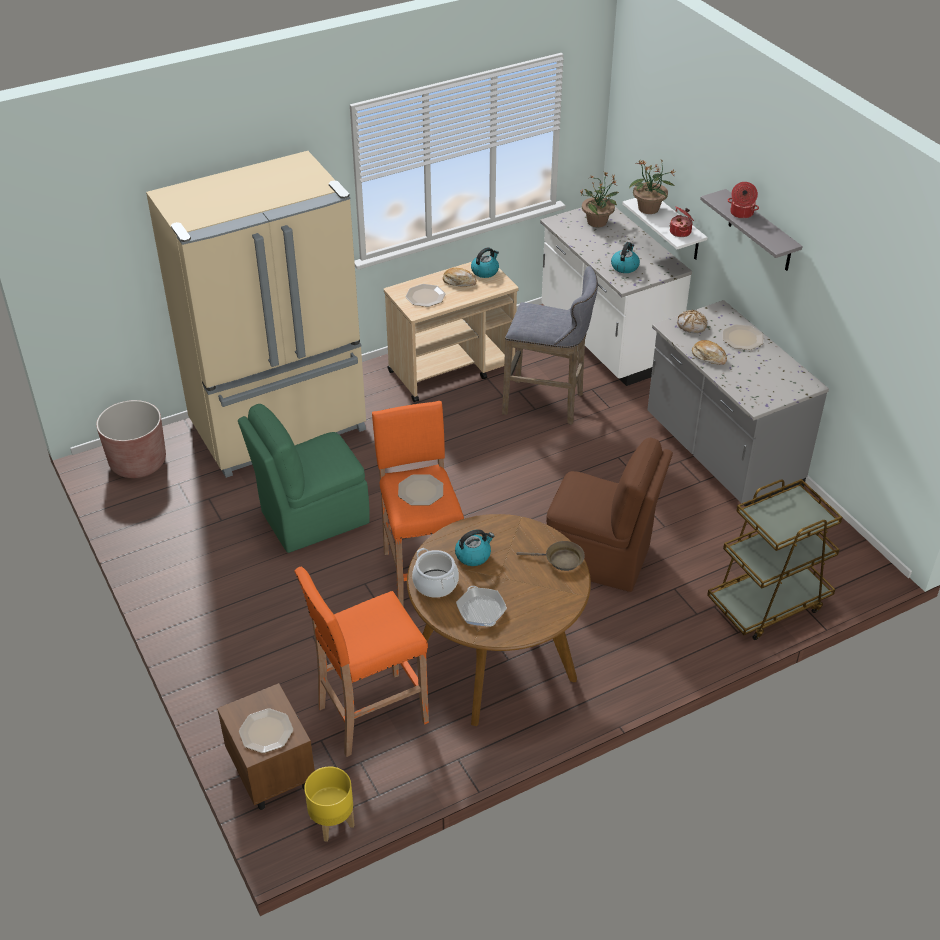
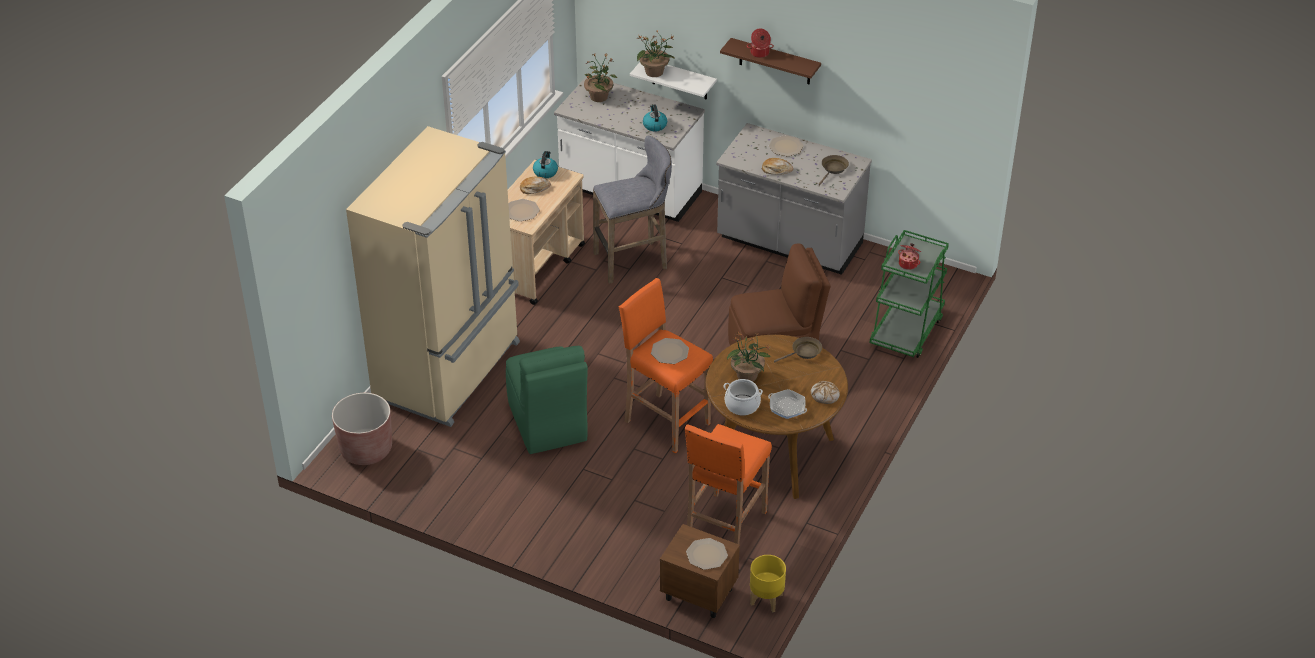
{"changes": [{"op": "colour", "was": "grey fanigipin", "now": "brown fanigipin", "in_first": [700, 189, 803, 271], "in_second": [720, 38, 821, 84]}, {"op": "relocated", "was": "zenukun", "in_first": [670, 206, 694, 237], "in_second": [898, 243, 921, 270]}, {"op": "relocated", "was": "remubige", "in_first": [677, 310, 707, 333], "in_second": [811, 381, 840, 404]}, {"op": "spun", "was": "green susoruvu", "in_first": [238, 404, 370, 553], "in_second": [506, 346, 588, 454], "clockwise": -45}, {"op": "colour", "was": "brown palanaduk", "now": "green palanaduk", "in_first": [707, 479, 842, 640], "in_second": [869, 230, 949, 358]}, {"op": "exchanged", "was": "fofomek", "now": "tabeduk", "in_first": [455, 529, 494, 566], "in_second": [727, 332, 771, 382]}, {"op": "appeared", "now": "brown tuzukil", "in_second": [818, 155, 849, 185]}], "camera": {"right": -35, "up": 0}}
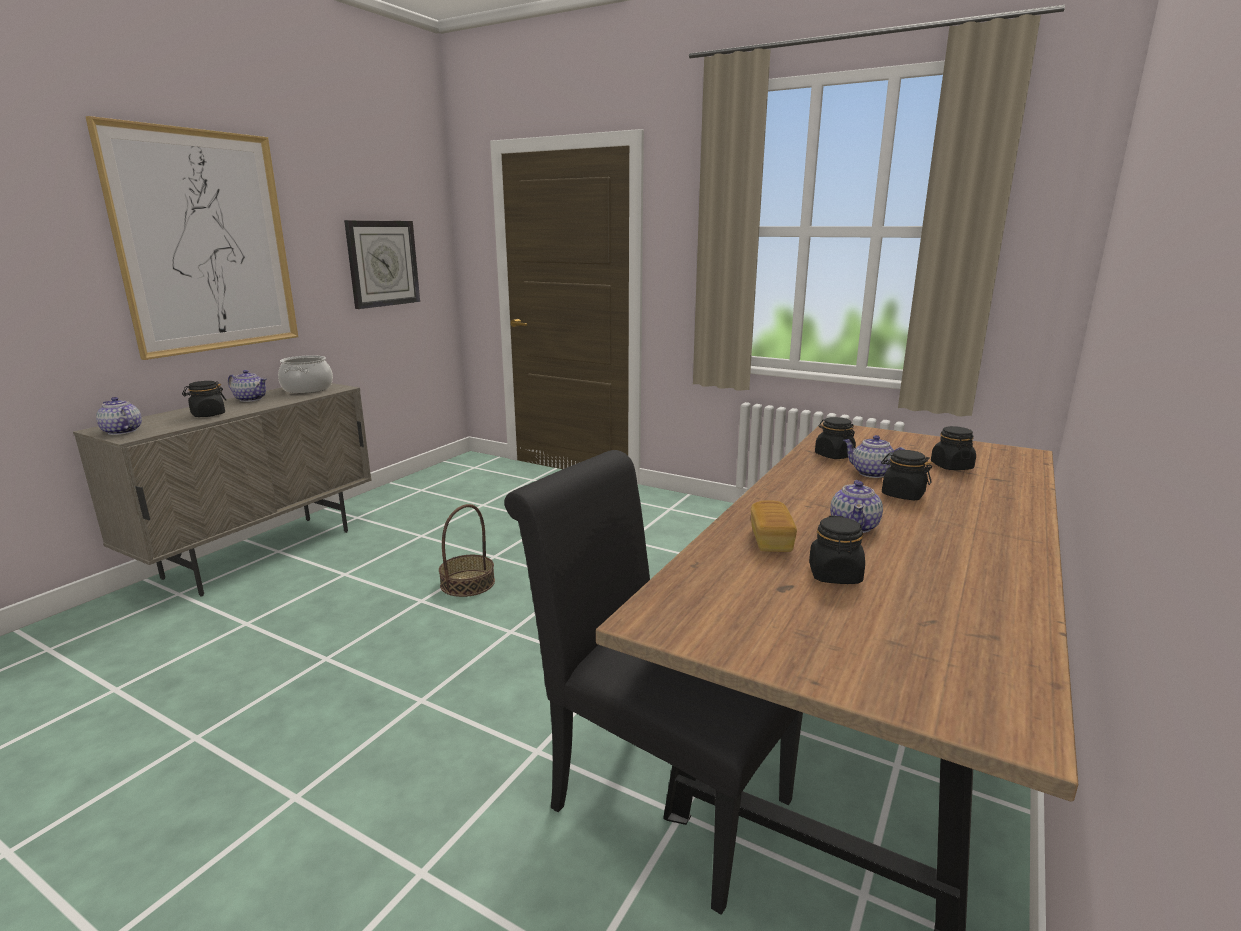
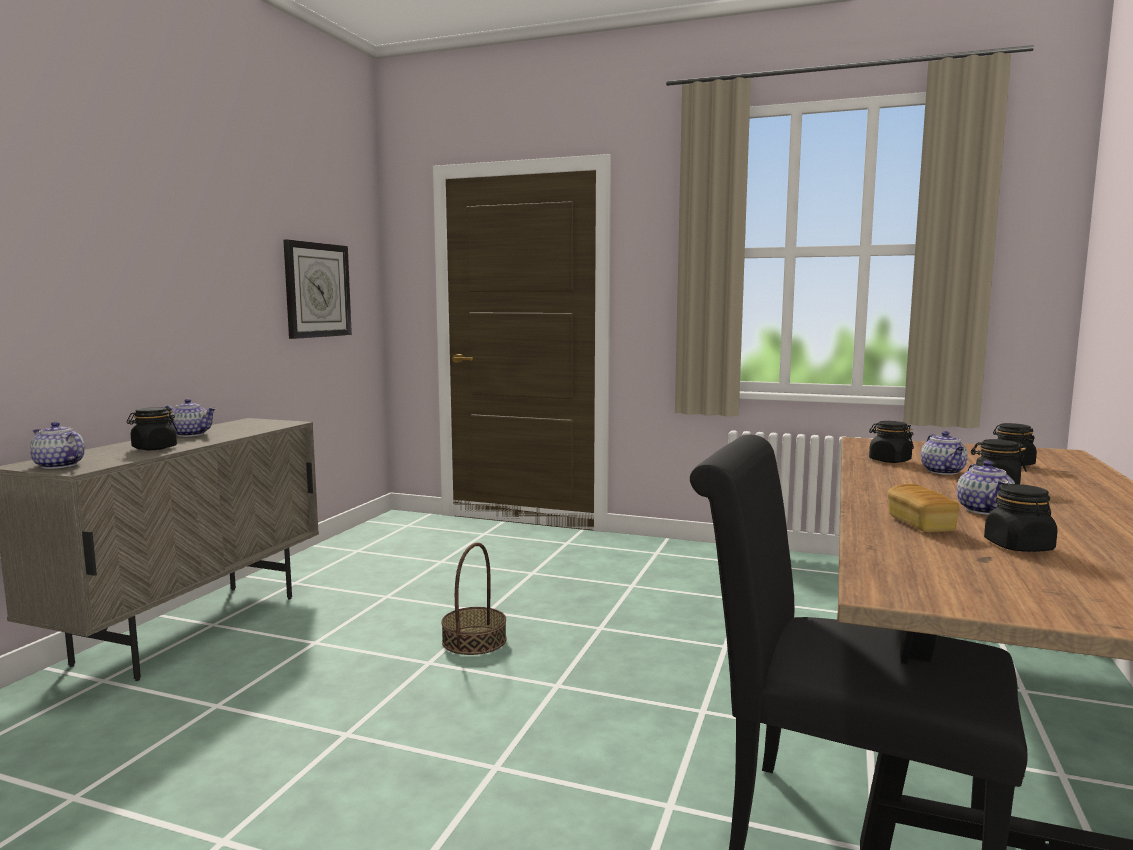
{"changes": [{"op": "missing", "was": "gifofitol", "in_first": [85, 116, 298, 360]}, {"op": "missing", "was": "zenukun", "in_first": [278, 355, 333, 393]}, {"op": "spun", "was": "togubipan", "in_first": [843, 435, 905, 478], "in_second": [921, 431, 968, 475], "clockwise": -120}], "camera": {"right": -10, "up": -10}}
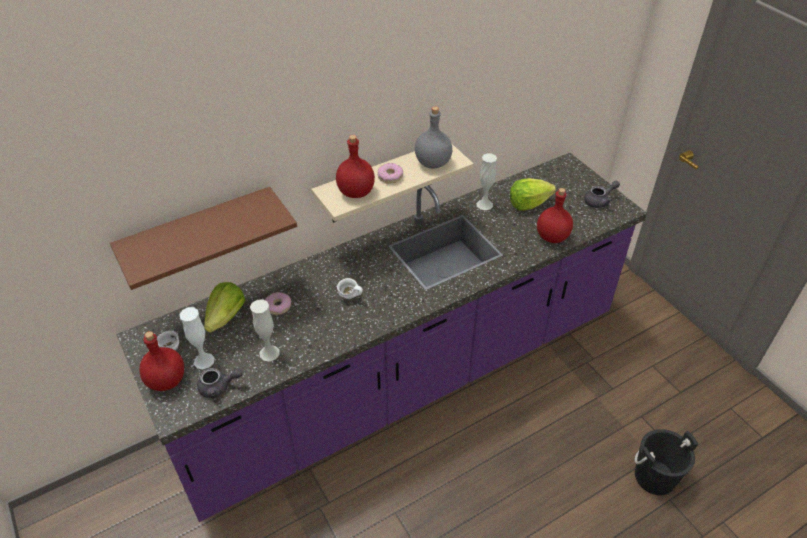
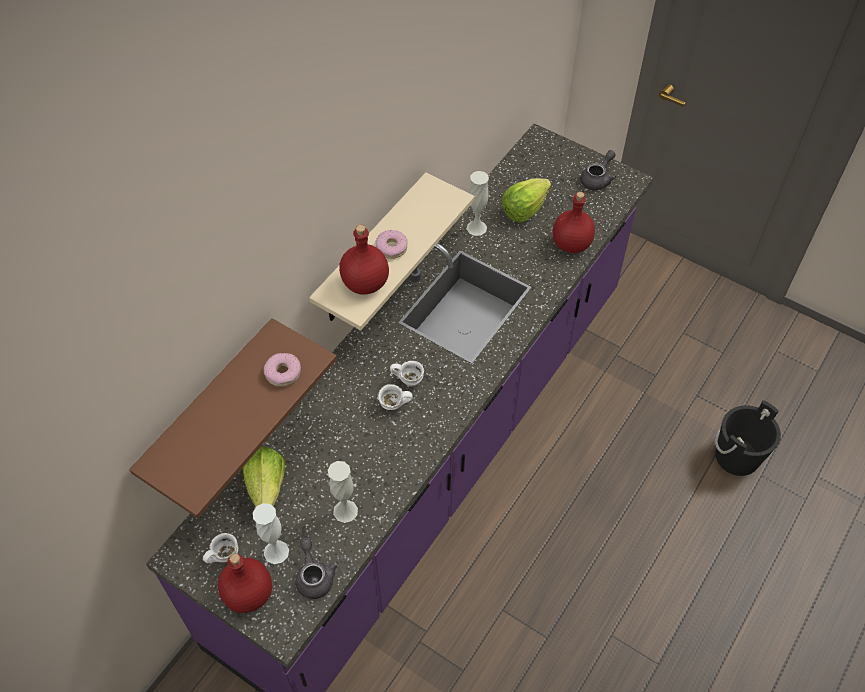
{"changes": [{"op": "missing", "was": "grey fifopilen", "in_first": [415, 106, 452, 169]}, {"op": "relocated", "was": "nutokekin", "in_first": [265, 292, 291, 315], "in_second": [264, 353, 301, 387]}, {"op": "spun", "was": "grey togubipan", "in_first": [197, 368, 243, 398], "in_second": [295, 537, 339, 599], "clockwise": -75}, {"op": "appeared", "now": "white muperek", "in_second": [390, 361, 424, 386]}], "camera": {"right": -25, "up": 10}}
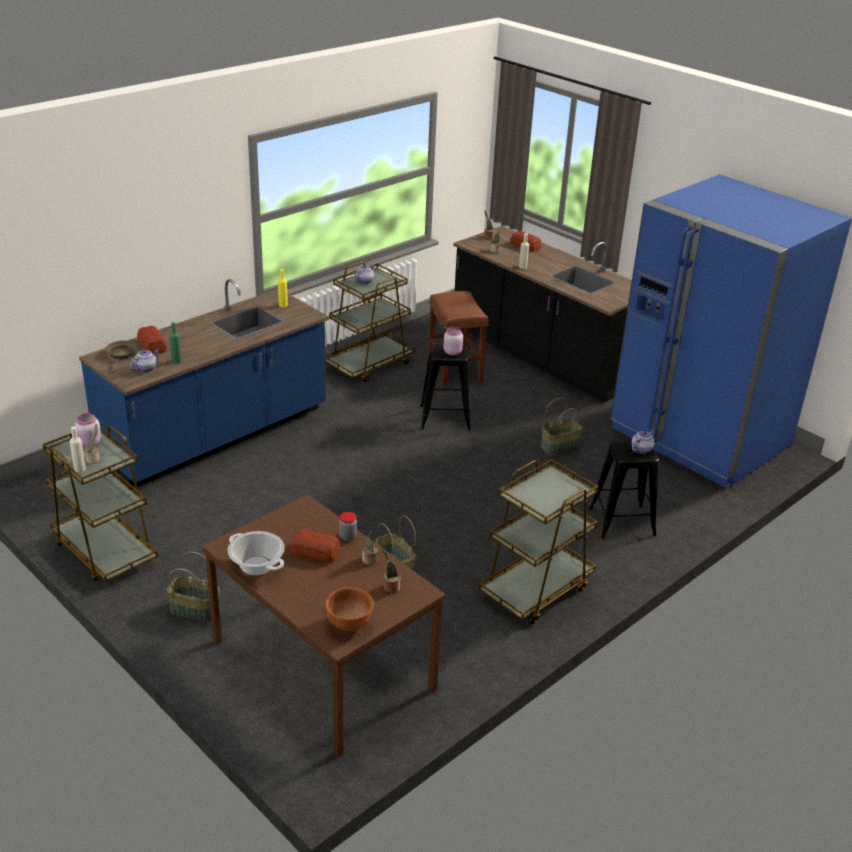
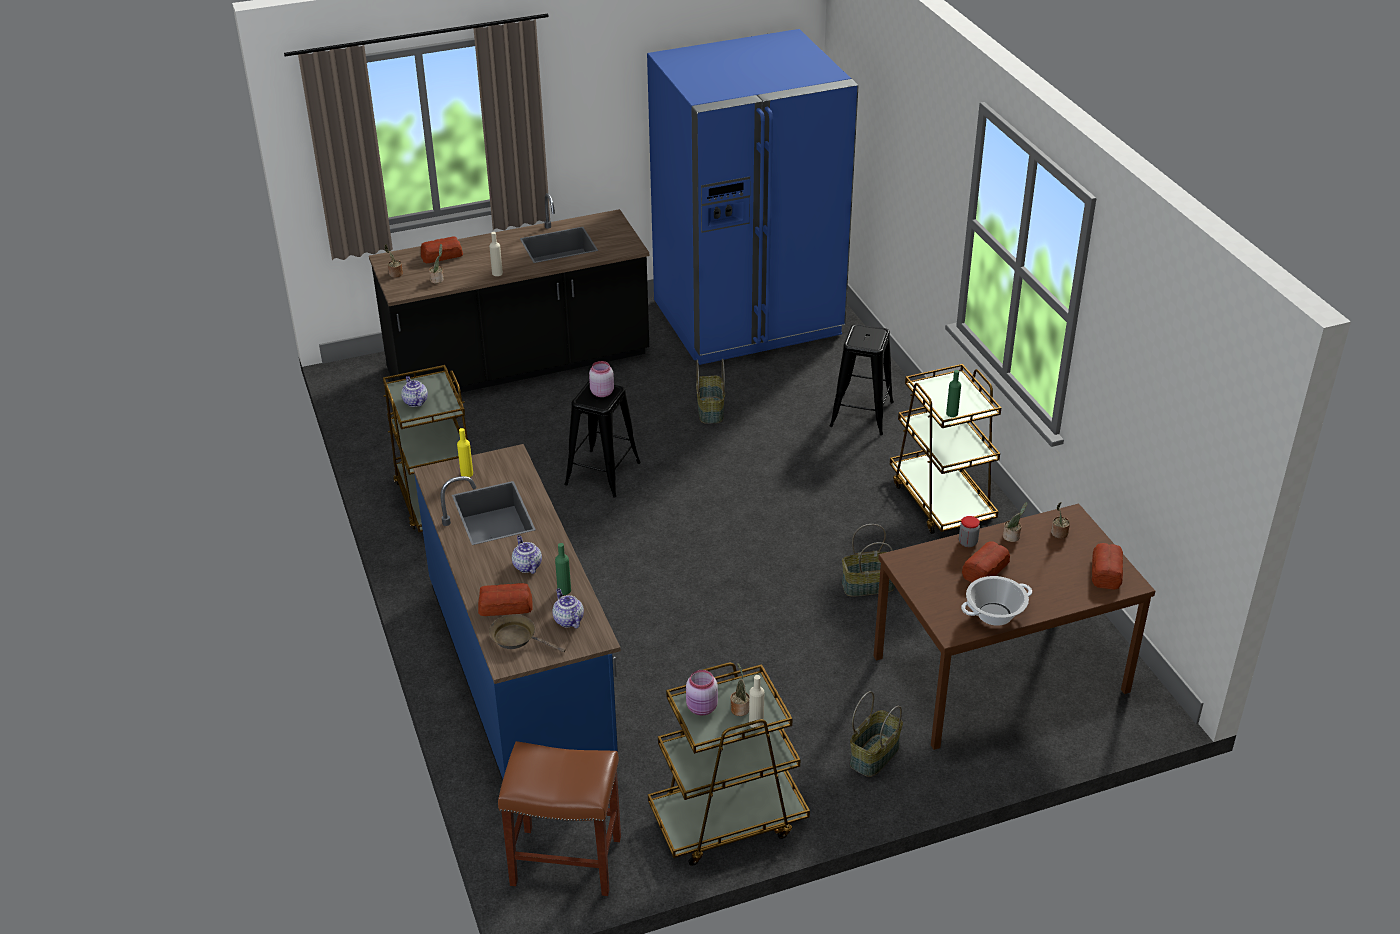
{"changes": [{"op": "relocated", "was": "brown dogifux", "in_first": [427, 291, 488, 386], "in_second": [498, 741, 621, 896]}, {"op": "relocated", "was": "togubipan", "in_first": [632, 429, 655, 454], "in_second": [512, 535, 542, 574]}, {"op": "exchanged", "was": "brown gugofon", "now": "remubige", "in_first": [325, 587, 374, 631], "in_second": [1092, 543, 1123, 590]}, {"op": "appeared", "now": "green fifopilen", "in_second": [946, 370, 961, 417]}], "camera": {"right": -65, "up": 5}}
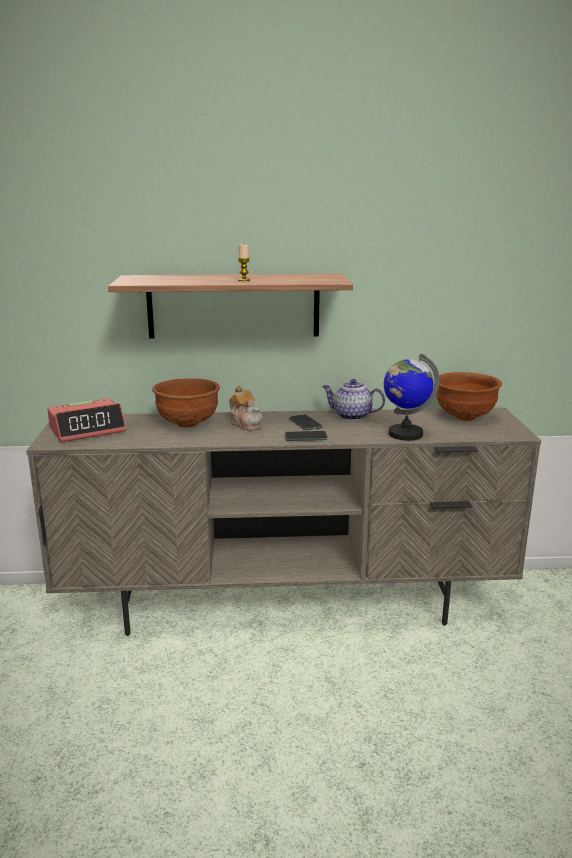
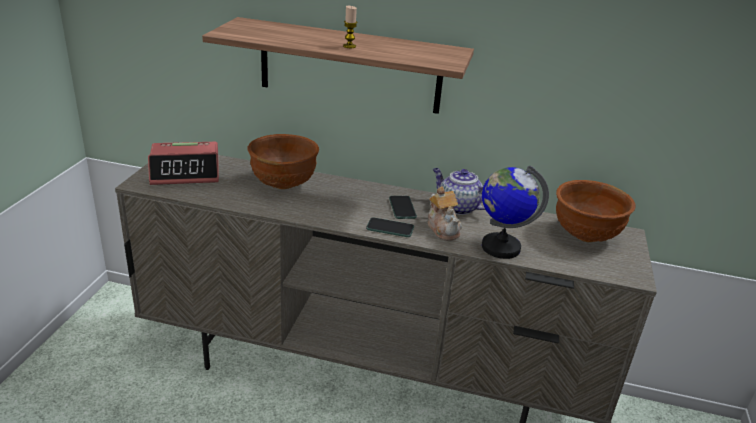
{"changes": [{"op": "relocated", "was": "togubipan", "in_first": [229, 386, 262, 431], "in_second": [428, 186, 462, 241]}], "camera": {"right": 15, "up": 10}}
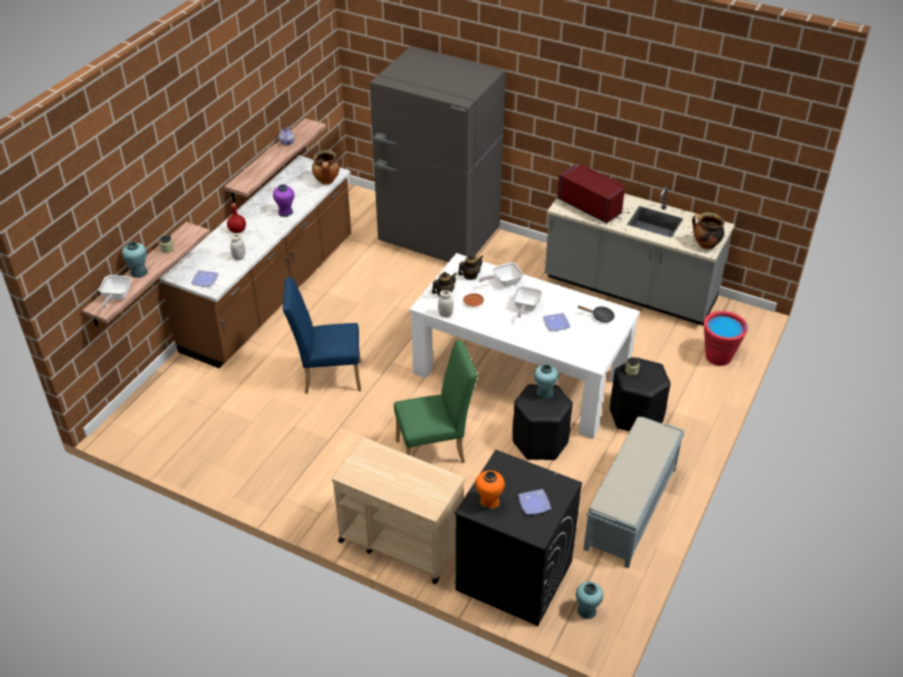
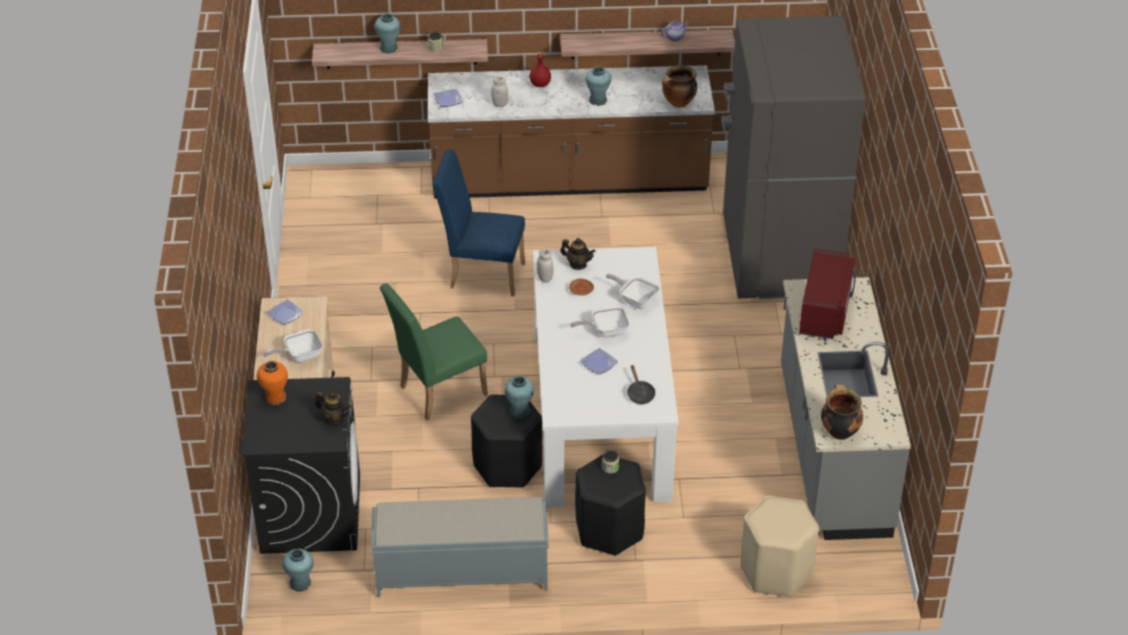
{"changes": [{"op": "colour", "was": "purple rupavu", "now": "turquoise rupavu", "in_first": [273, 184, 294, 217], "in_second": [586, 66, 611, 106]}, {"op": "relocated", "was": "togubipan", "in_first": [458, 254, 484, 280], "in_second": [315, 392, 351, 426]}, {"op": "relocated", "was": "tuzukil", "in_first": [99, 275, 132, 308], "in_second": [263, 329, 323, 362]}, {"op": "spun", "was": "blue susoruvu", "in_first": [283, 277, 361, 394], "in_second": [432, 149, 525, 296], "clockwise": -45}, {"op": "exchanged", "was": "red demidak", "now": "beige dogifux", "in_first": [704, 311, 748, 366], "in_second": [740, 496, 819, 598]}, {"op": "spun", "was": "green susoruvu", "in_first": [394, 340, 478, 463], "in_second": [380, 283, 488, 421], "clockwise": 105}, {"op": "relocated", "was": "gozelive", "in_first": [518, 489, 551, 515], "in_second": [267, 300, 304, 325]}], "camera": {"right": 60, "up": 0}}
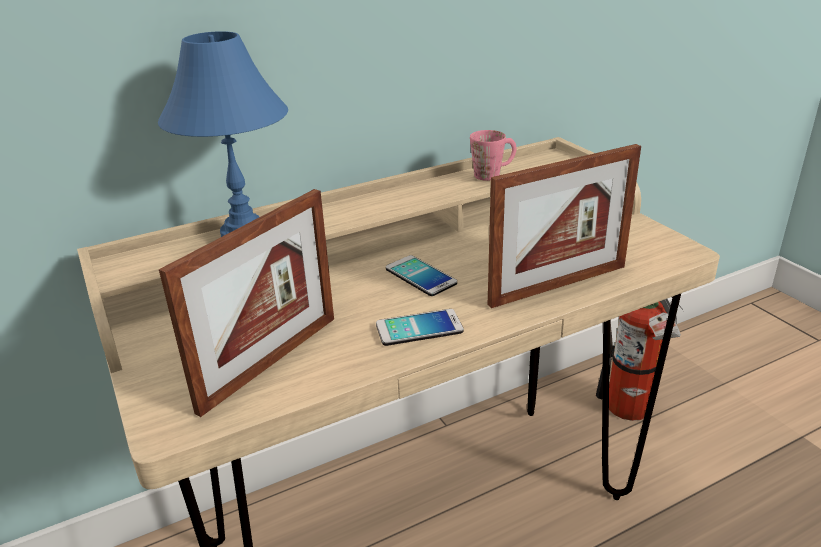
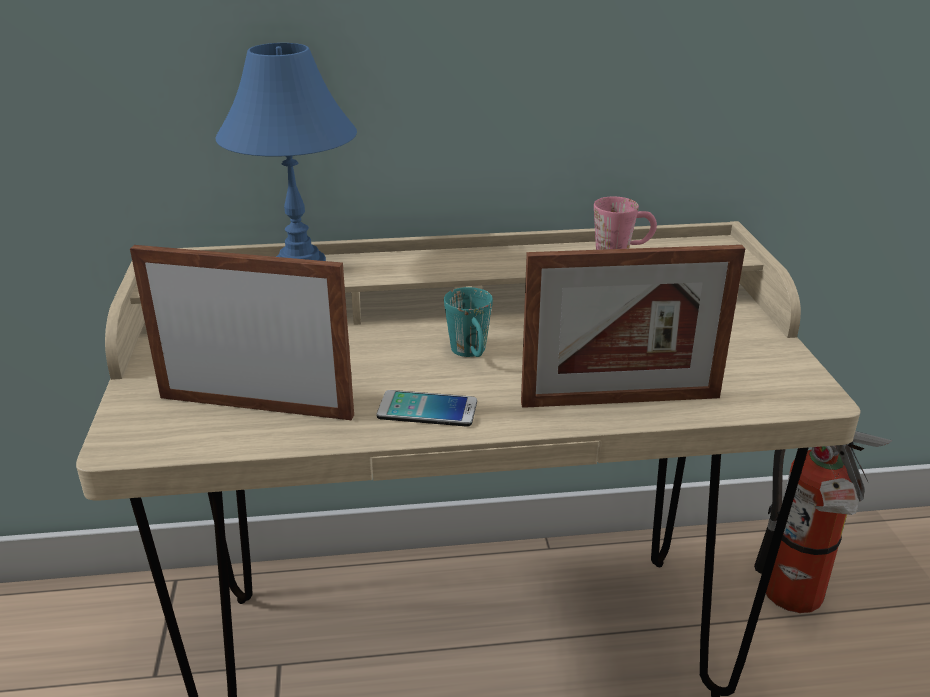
{"changes": [{"op": "spun", "was": "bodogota", "in_first": [159, 189, 334, 417], "in_second": [130, 245, 354, 420], "clockwise": -135}, {"op": "exchanged", "was": "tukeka", "now": "turquoise muperek", "in_first": [386, 255, 457, 296], "in_second": [444, 287, 493, 357]}], "camera": {"right": 20, "up": 0}}
